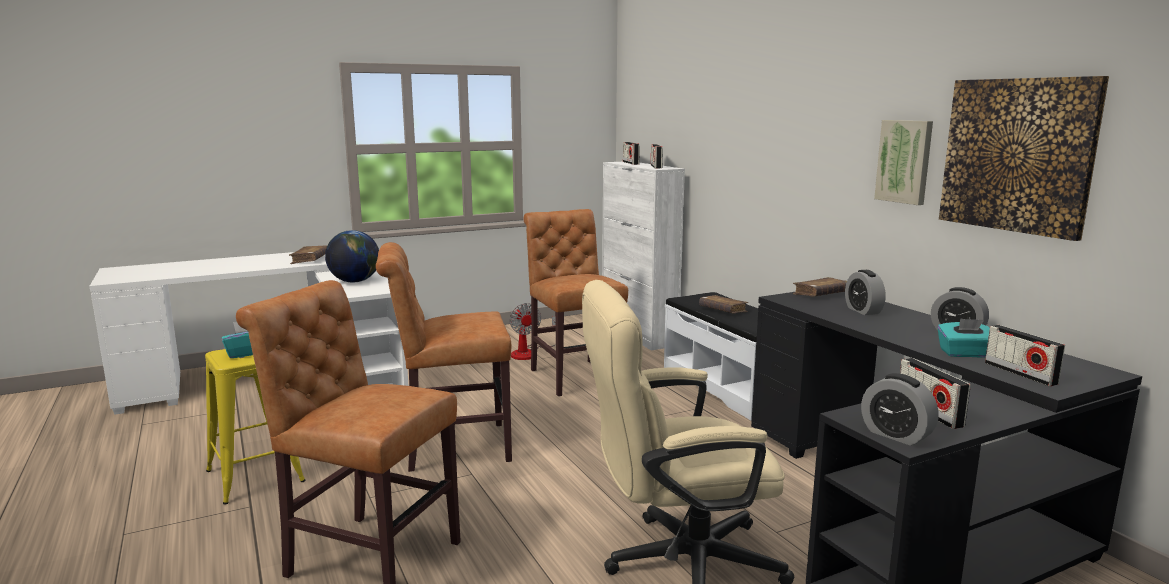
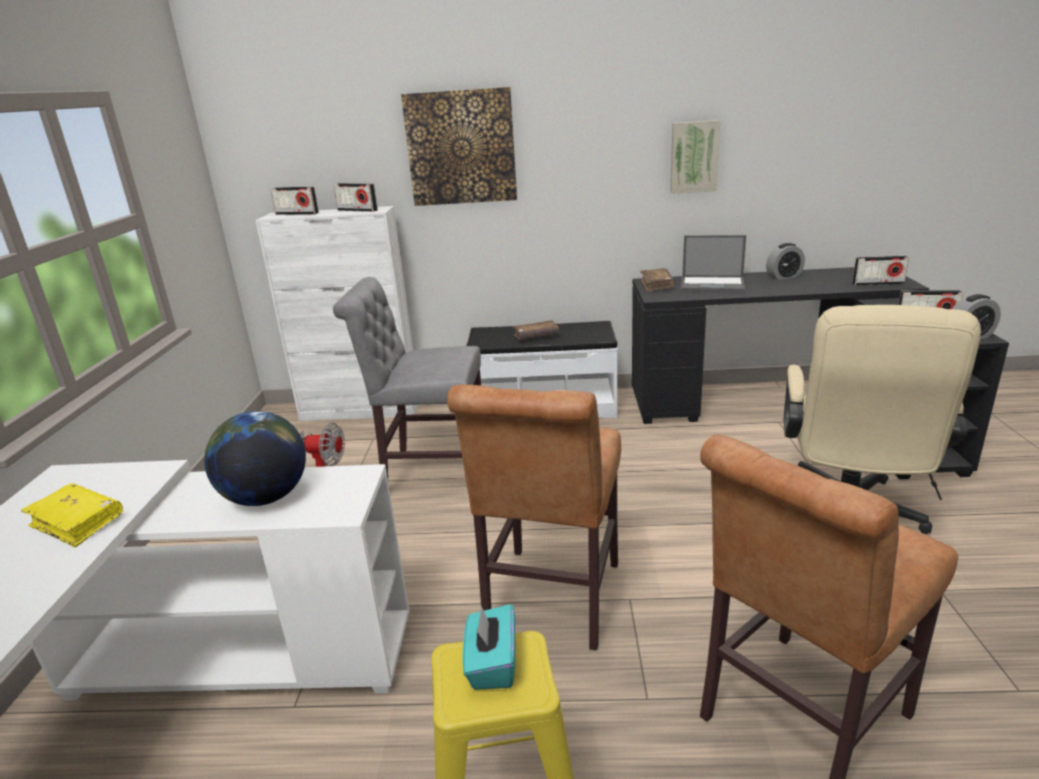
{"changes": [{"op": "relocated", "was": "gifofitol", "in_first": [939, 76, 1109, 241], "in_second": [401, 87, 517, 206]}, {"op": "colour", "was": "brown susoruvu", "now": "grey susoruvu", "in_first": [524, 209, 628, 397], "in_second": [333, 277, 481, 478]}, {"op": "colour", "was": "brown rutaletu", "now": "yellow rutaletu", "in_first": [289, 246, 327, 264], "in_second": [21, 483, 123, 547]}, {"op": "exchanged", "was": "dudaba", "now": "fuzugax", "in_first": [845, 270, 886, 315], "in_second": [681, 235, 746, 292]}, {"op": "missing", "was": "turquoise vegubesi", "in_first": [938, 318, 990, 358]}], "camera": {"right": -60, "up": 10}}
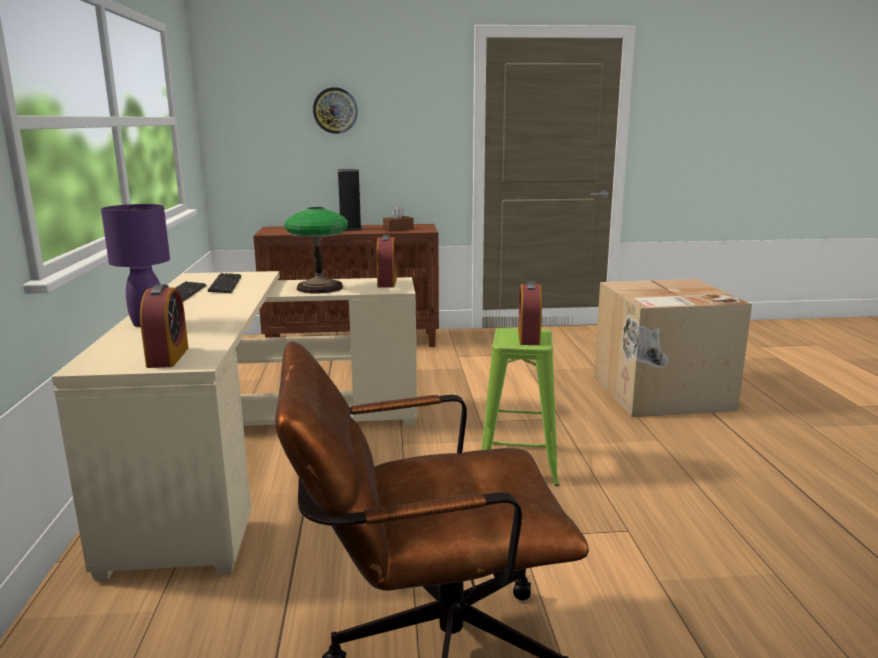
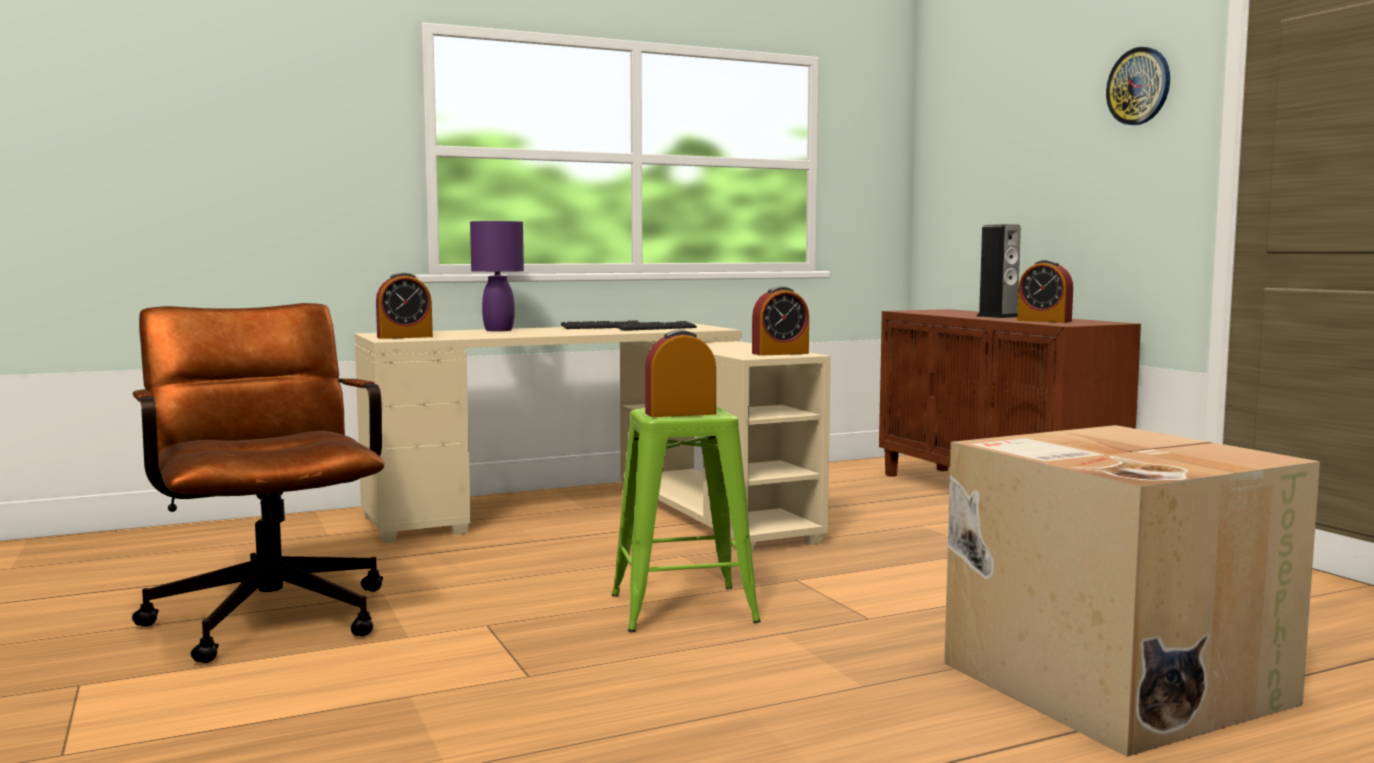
{"changes": [{"op": "relocated", "was": "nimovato", "in_first": [313, 87, 358, 134], "in_second": [1106, 47, 1170, 125]}, {"op": "exchanged", "was": "brown vegubesi", "now": "dudaba", "in_first": [383, 206, 414, 232], "in_second": [1017, 260, 1073, 323]}, {"op": "missing", "was": "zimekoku", "in_first": [284, 207, 348, 294]}], "camera": {"right": 70, "up": -10}}
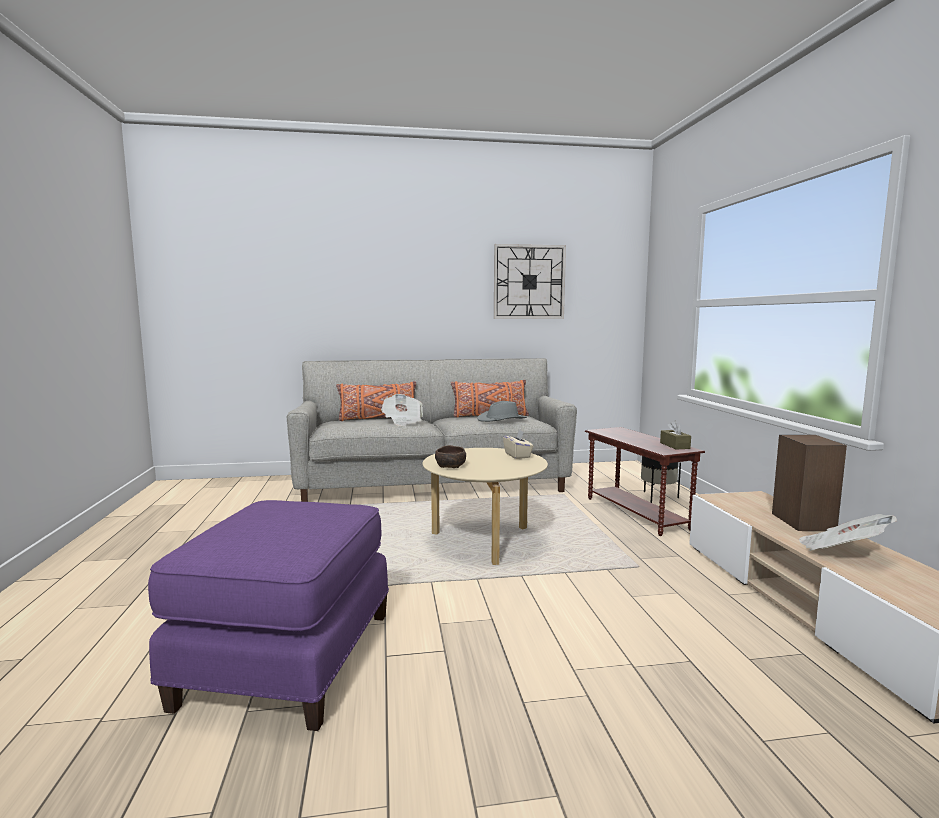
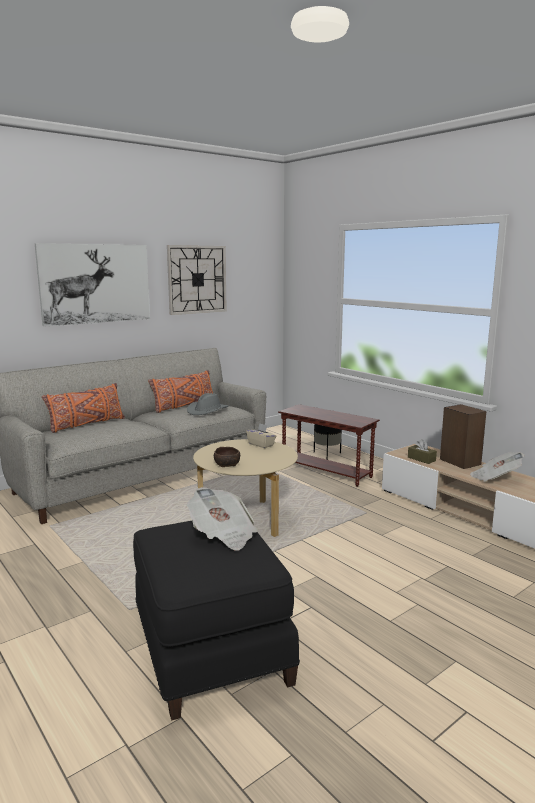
{"changes": [{"op": "relocated", "was": "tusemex", "in_first": [381, 394, 423, 426], "in_second": [187, 487, 258, 551]}, {"op": "relocated", "was": "brown vegubesi", "in_first": [660, 420, 691, 450], "in_second": [408, 439, 437, 464]}, {"op": "colour", "was": "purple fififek", "now": "black fififek", "in_first": [148, 500, 389, 731], "in_second": [133, 521, 300, 721]}, {"op": "appeared", "now": "gifofitol", "in_second": [35, 243, 150, 327]}], "camera": {"right": -30, "up": 5}}
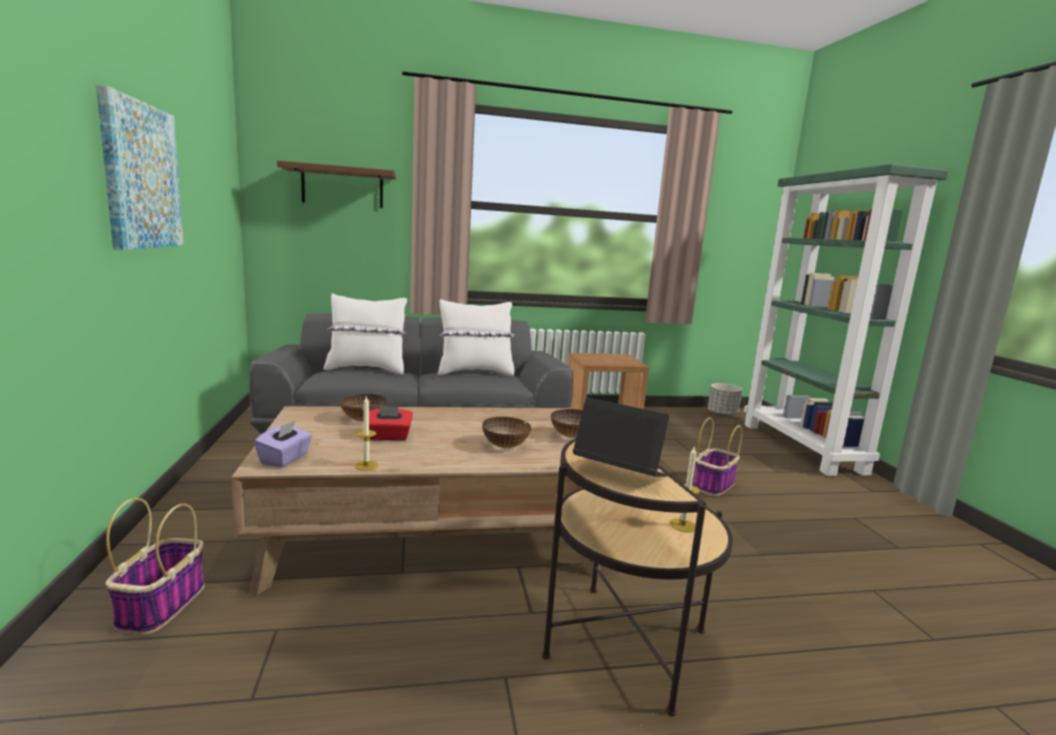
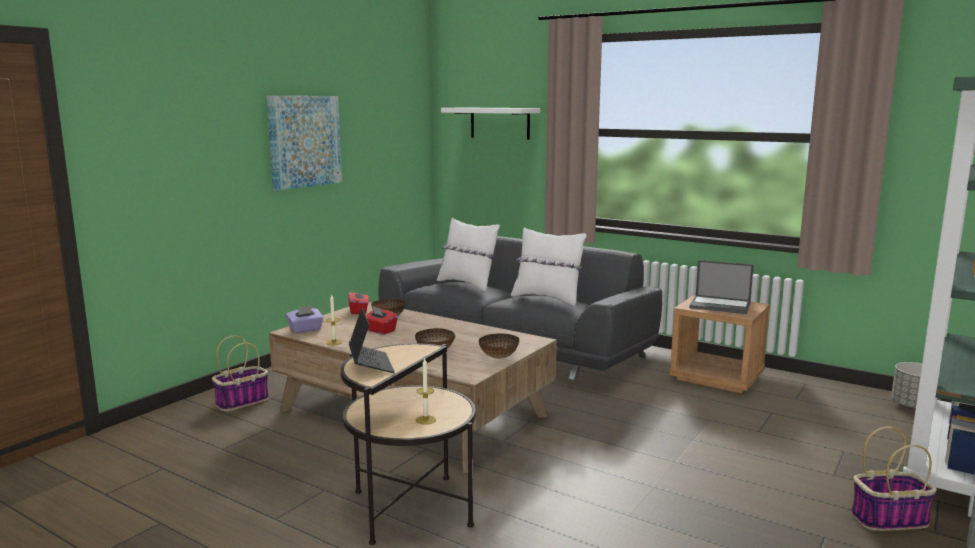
{"changes": [{"op": "colour", "was": "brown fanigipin", "now": "white fanigipin", "in_first": [277, 160, 396, 208], "in_second": [441, 107, 540, 140]}, {"op": "relocated", "was": "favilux", "in_first": [693, 417, 743, 496], "in_second": [851, 426, 937, 531]}, {"op": "appeared", "now": "fuzugax", "in_second": [689, 260, 754, 314]}, {"op": "appeared", "now": "red vegubesi", "in_second": [348, 288, 369, 314]}], "camera": {"right": 45, "up": 0}}
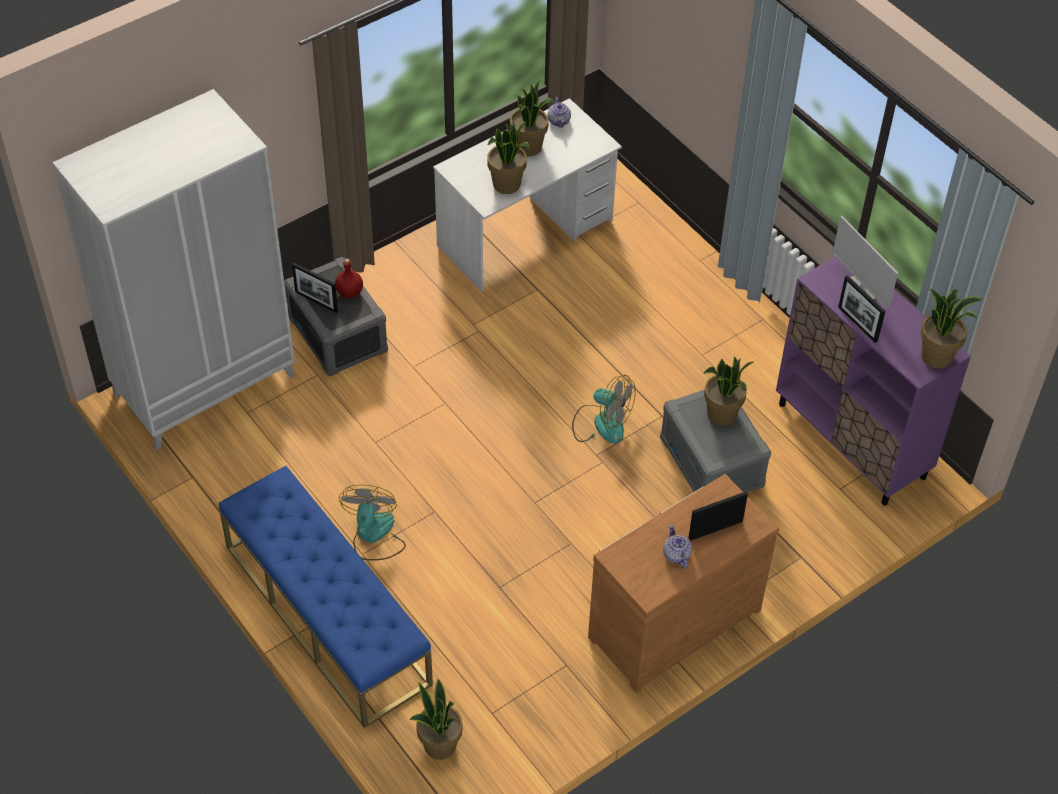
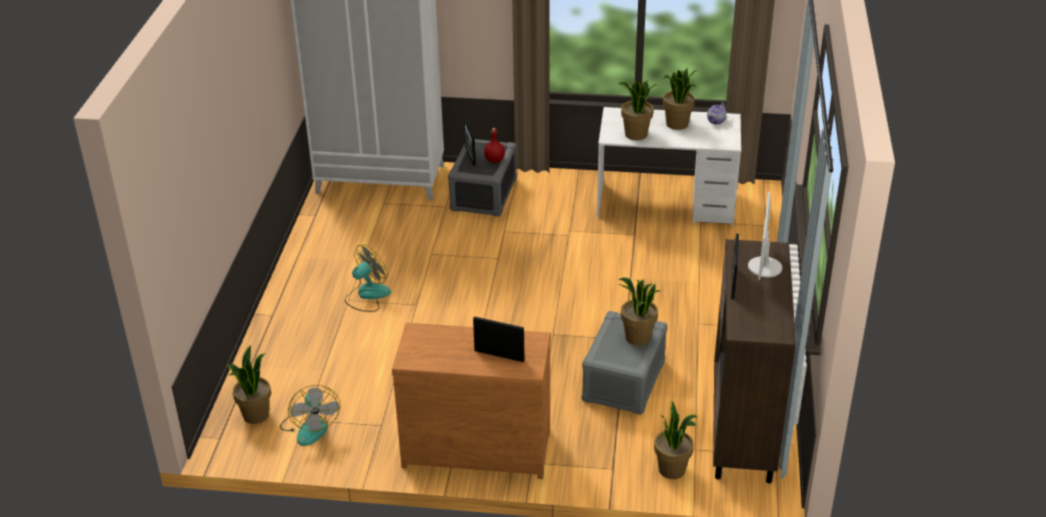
{"changes": [{"op": "colour", "was": "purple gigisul", "now": "brown gigisul", "in_first": [776, 256, 971, 505], "in_second": [713, 239, 796, 483]}, {"op": "relocated", "was": "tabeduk", "in_first": [920, 288, 983, 369], "in_second": [654, 401, 697, 479]}, {"op": "relocated", "was": "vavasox", "in_first": [572, 375, 636, 444], "in_second": [280, 385, 341, 446]}, {"op": "missing", "was": "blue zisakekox", "in_first": [219, 465, 433, 728]}, {"op": "missing", "was": "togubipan", "in_first": [663, 525, 692, 569]}], "camera": {"right": 45, "up": -15}}
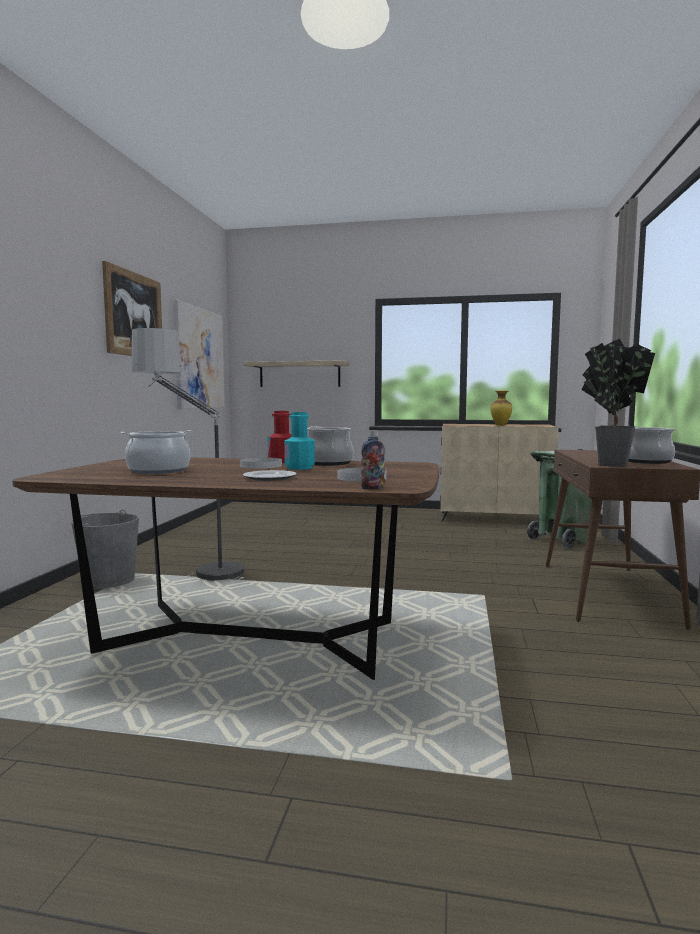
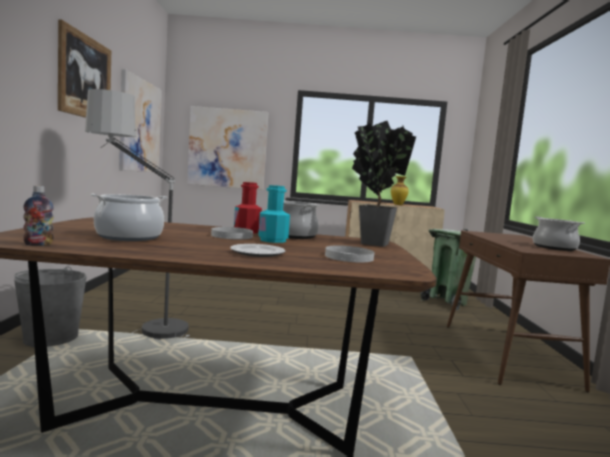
{"changes": [{"op": "relocated", "was": "tabeduk", "in_first": [582, 339, 655, 467], "in_second": [352, 121, 416, 247]}, {"op": "exchanged", "was": "fanigipin", "now": "gifofitol", "in_first": [244, 360, 349, 387], "in_second": [187, 106, 268, 190]}, {"op": "relocated", "was": "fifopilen", "in_first": [361, 430, 385, 490], "in_second": [23, 186, 54, 246]}], "camera": {"right": -10, "up": 0}}
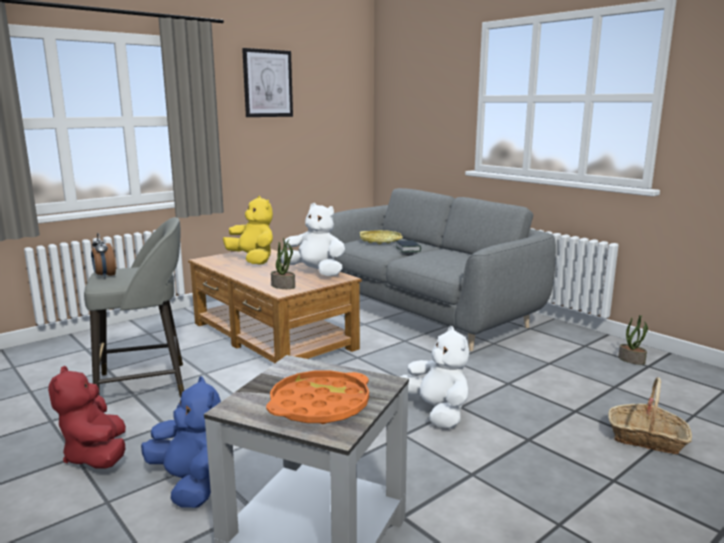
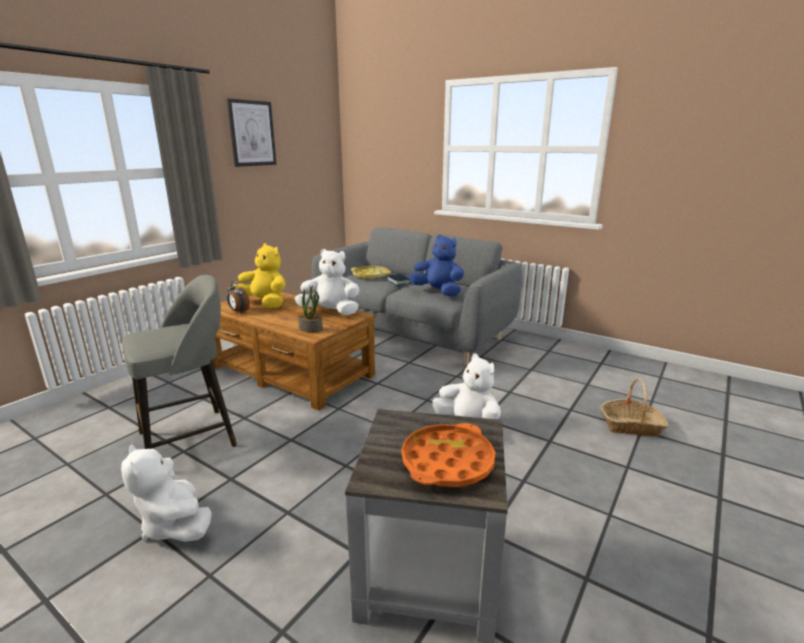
{"changes": [{"op": "relocated", "was": "dudaba", "in_first": [91, 233, 116, 278], "in_second": [227, 281, 250, 314]}, {"op": "missing", "was": "tabeduk", "in_first": [618, 315, 648, 365]}, {"op": "colour", "was": "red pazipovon", "now": "white pazipovon", "in_first": [48, 366, 126, 469], "in_second": [121, 445, 212, 542]}, {"op": "relocated", "was": "blue pazipovon", "in_first": [141, 376, 221, 508], "in_second": [408, 235, 464, 296]}], "camera": {"right": -15, "up": 5}}
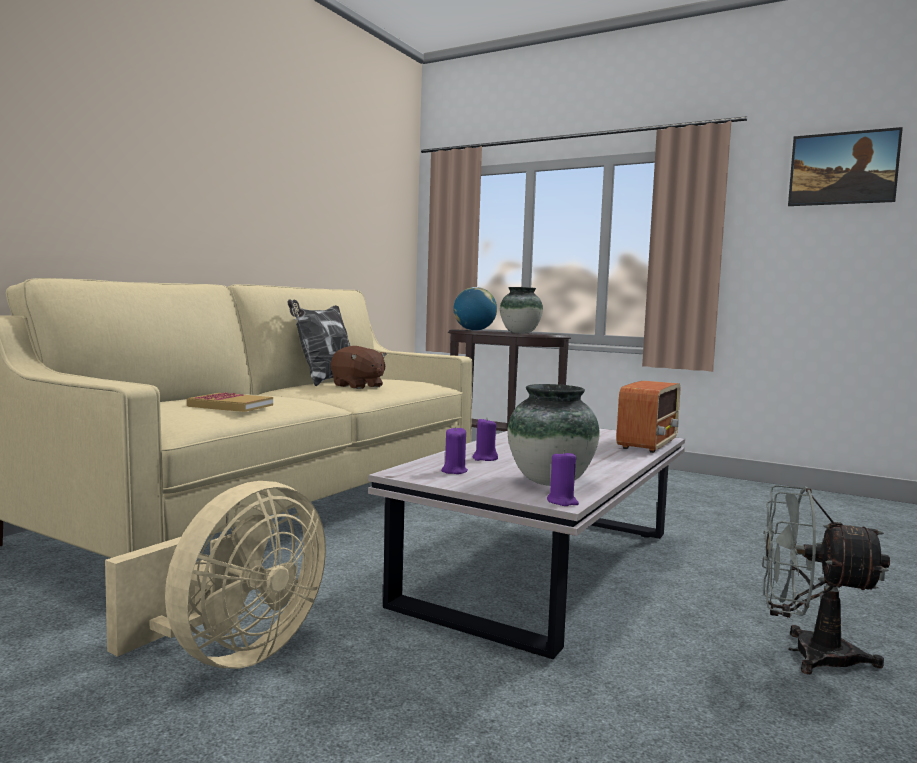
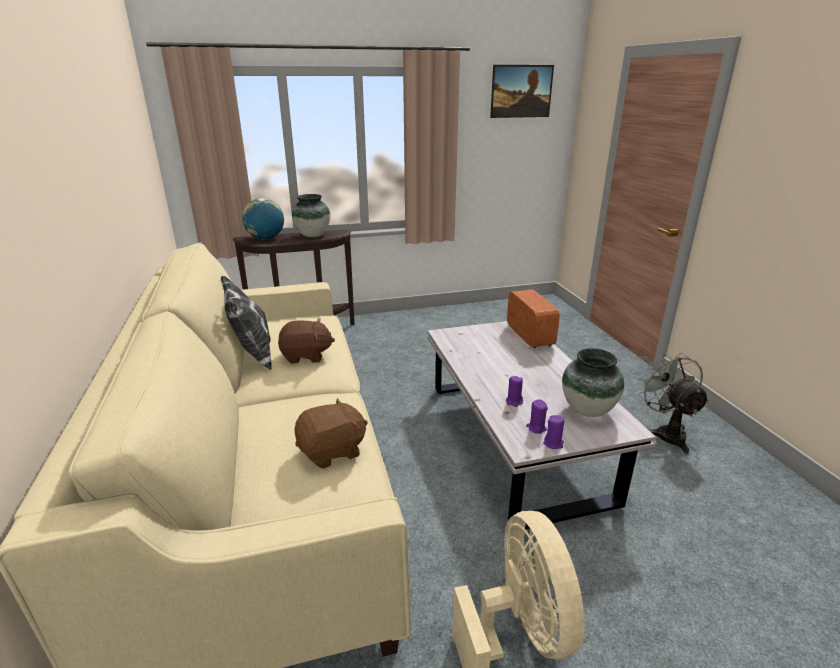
{"changes": [{"op": "exchanged", "was": "rutaletu", "now": "brown pazipovon", "in_first": [187, 393, 273, 412], "in_second": [294, 398, 368, 469]}, {"op": "relocated", "was": "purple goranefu", "in_first": [547, 450, 579, 506], "in_second": [543, 415, 564, 449]}, {"op": "spun", "was": "grey vavasox", "in_first": [762, 485, 890, 674], "in_second": [638, 353, 709, 454], "clockwise": 105}], "camera": {"right": -45, "up": 20}}
